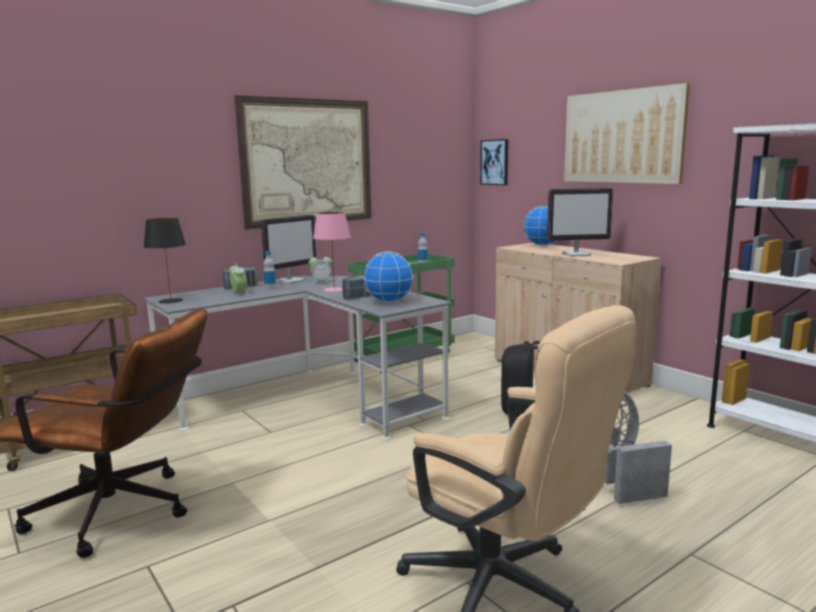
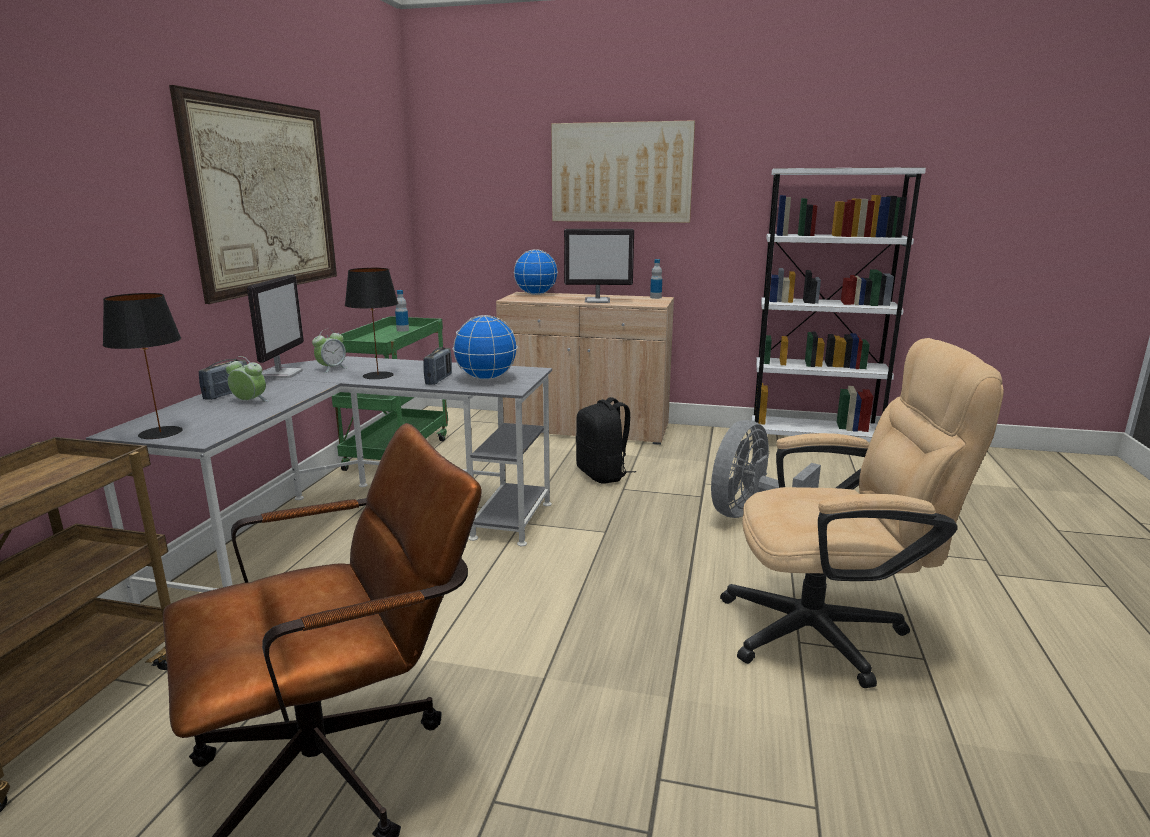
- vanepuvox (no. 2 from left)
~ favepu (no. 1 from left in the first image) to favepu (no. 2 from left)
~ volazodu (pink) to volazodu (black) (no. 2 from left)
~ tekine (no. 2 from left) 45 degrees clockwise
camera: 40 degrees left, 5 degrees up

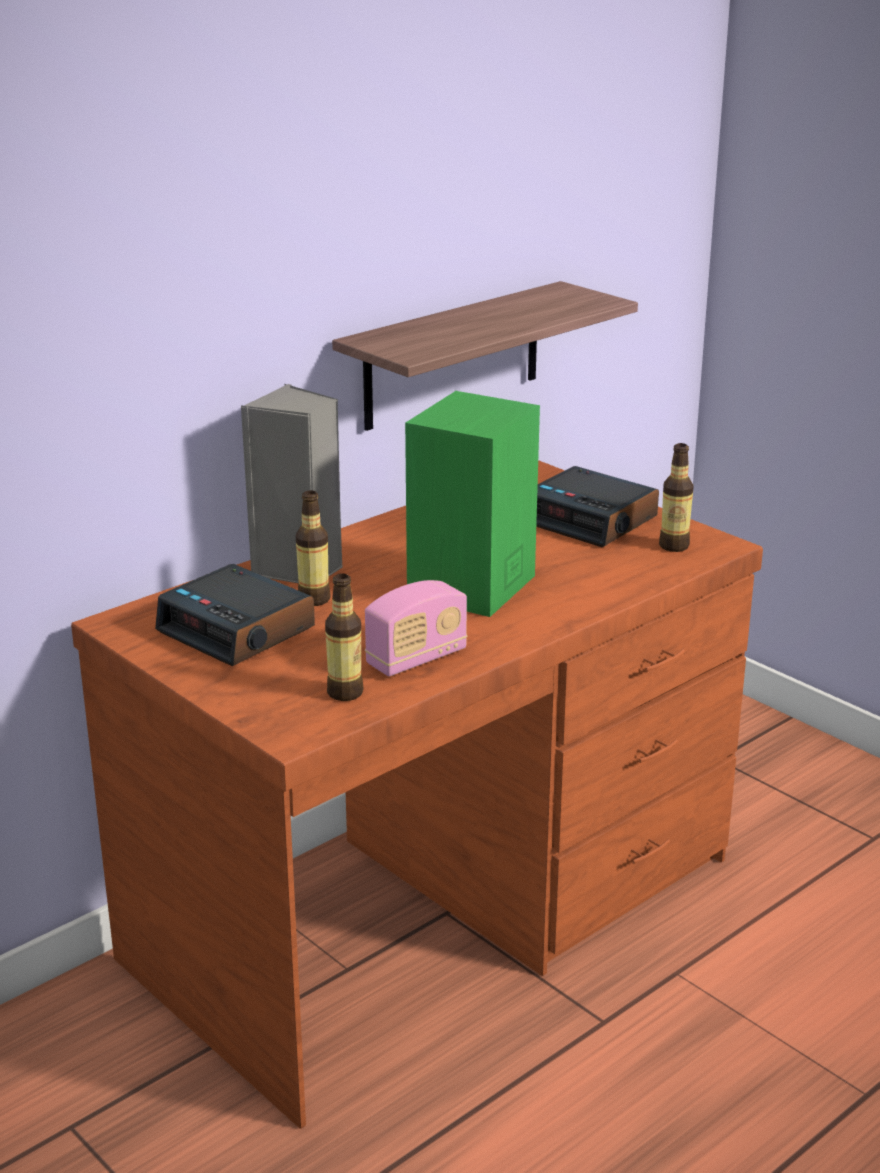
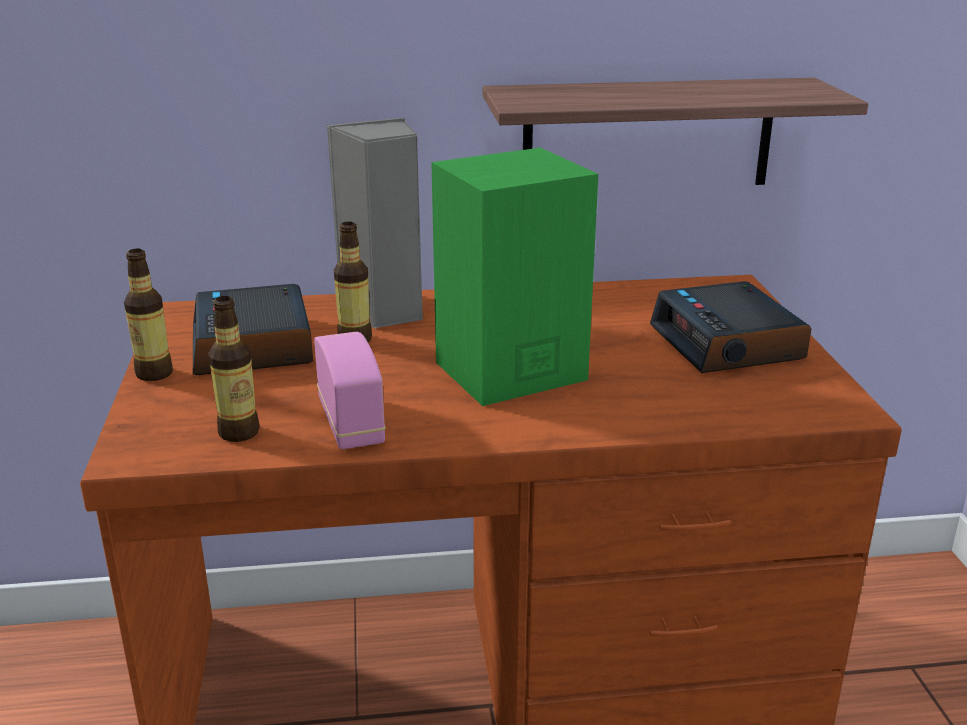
~ favepu (no. 3 from left in the first image) to favepu (no. 1 from left)
~ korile 105 degrees counterclockwise
camera: 35 degrees right, 0 degrees up

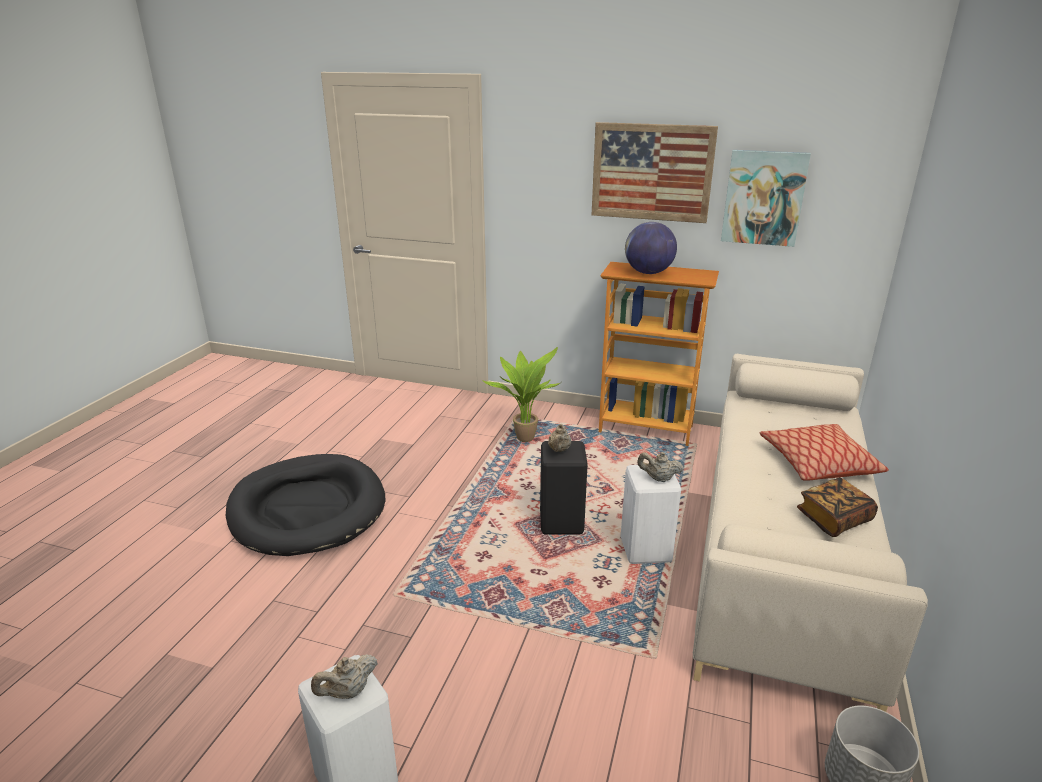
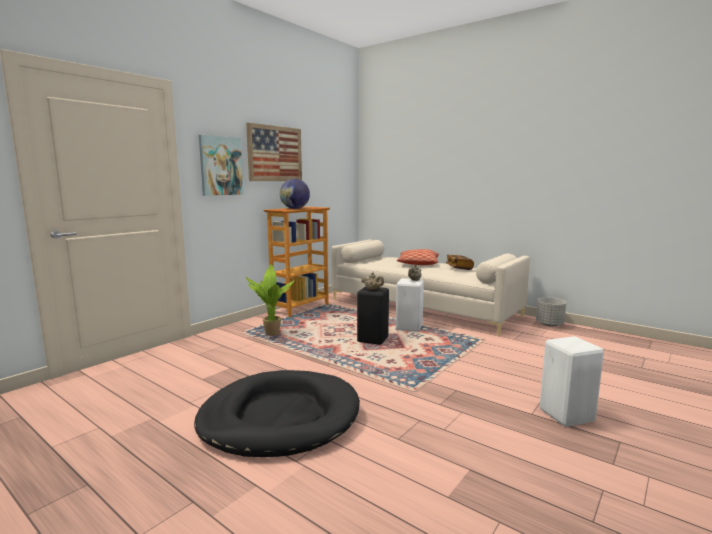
- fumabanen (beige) (no. 1 from left)
~ vanepuvox (no. 2 from left in the first image) to vanepuvox (no. 1 from left)
camera: 70 degrees left, 15 degrees down

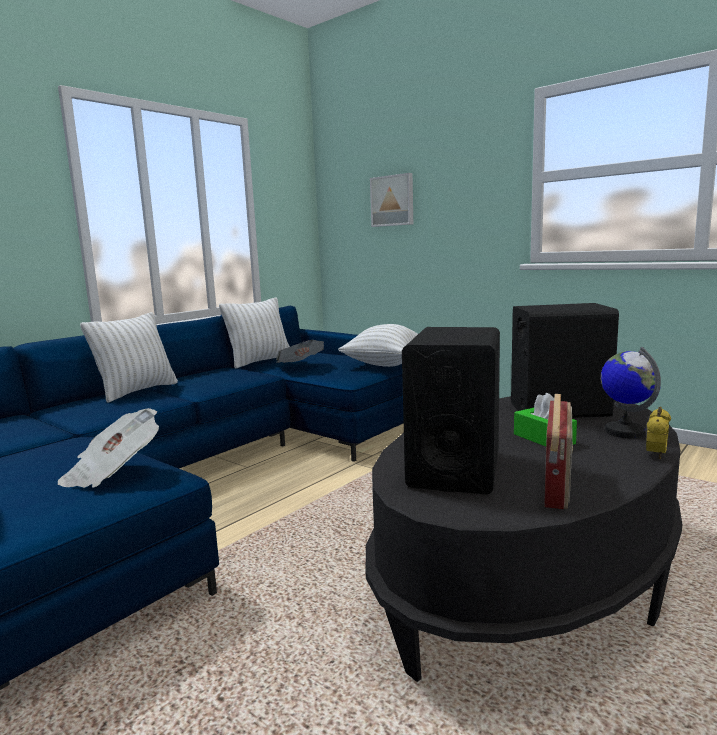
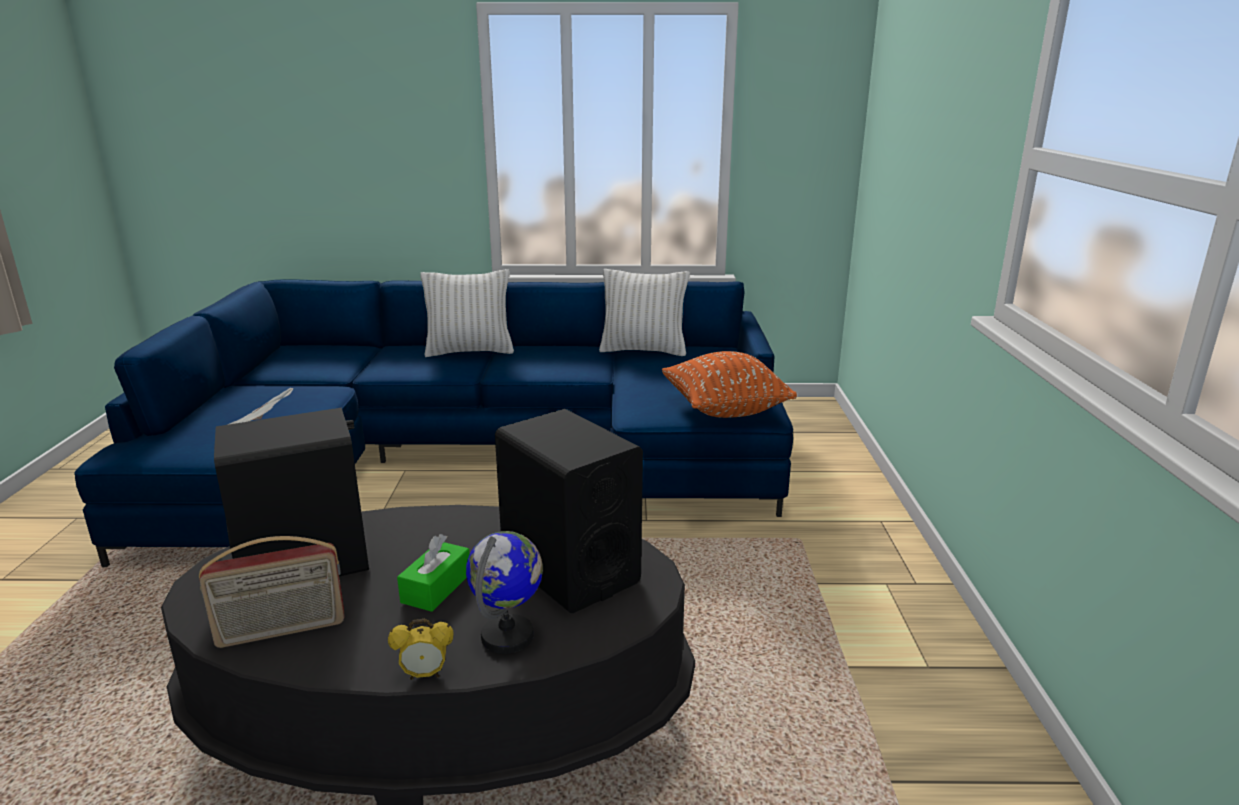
- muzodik (no. 2 from left)
- vanepuvox
~ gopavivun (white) (no. 3 from left) to gopavivun (orange)
camera: 50 degrees right, 10 degrees up

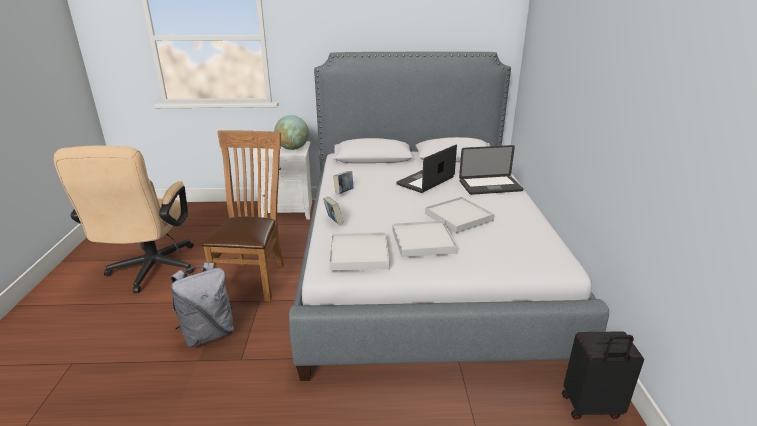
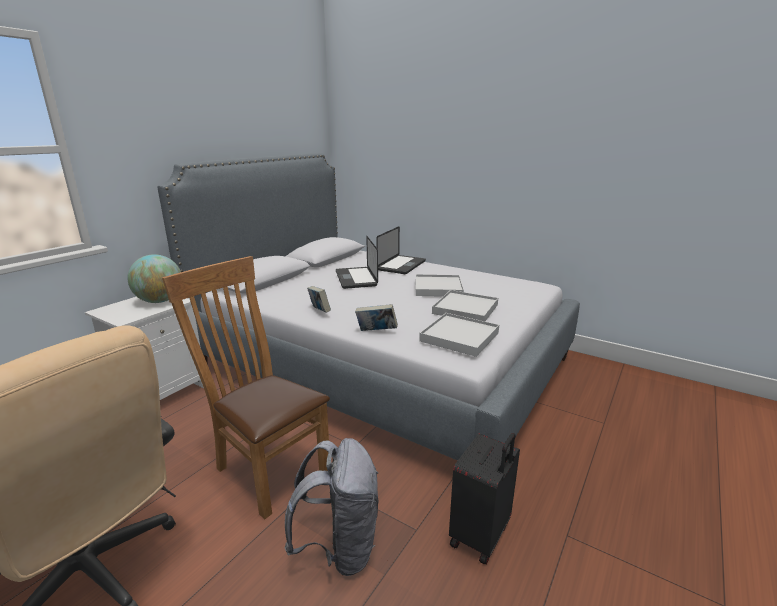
~ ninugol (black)
camera: 55 degrees left, 5 degrees down

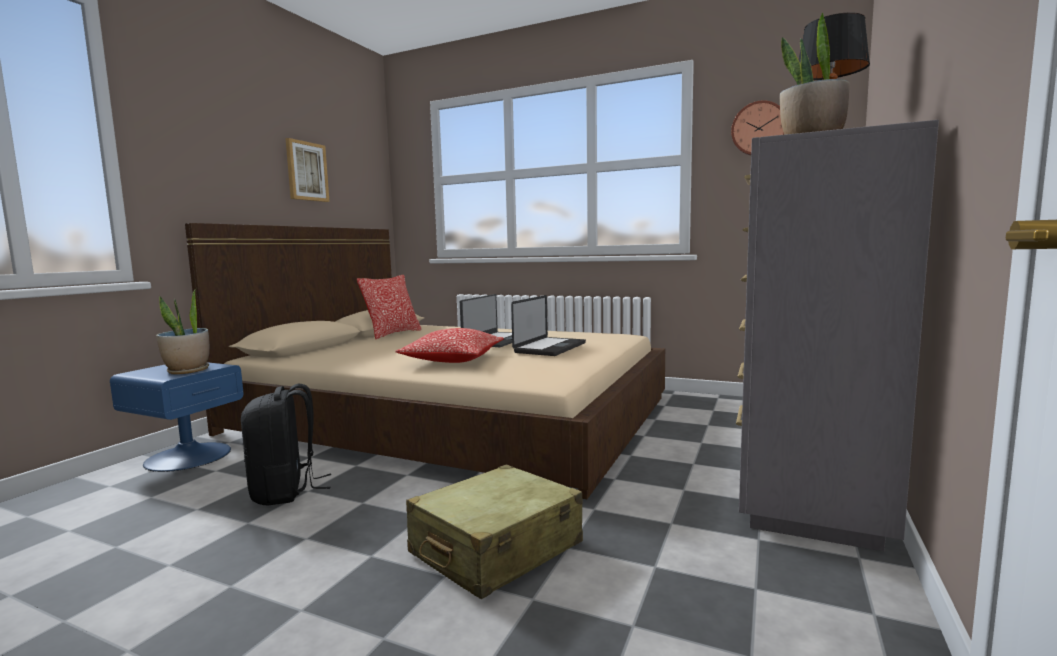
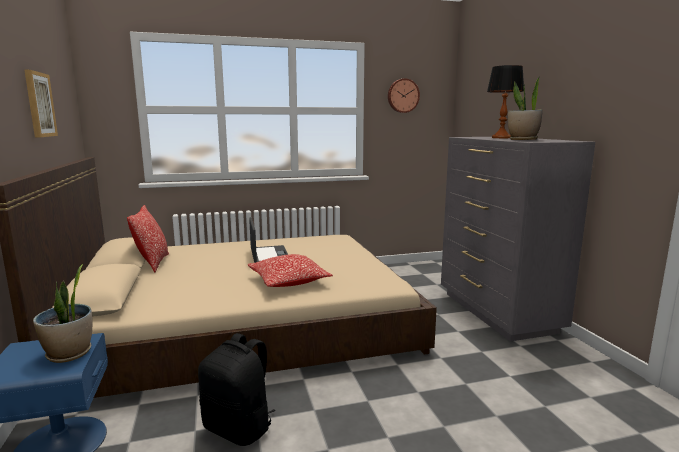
- ninugol (beige)
- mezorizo (no. 2 from left)
camera: 40 degrees left, 5 degrees up

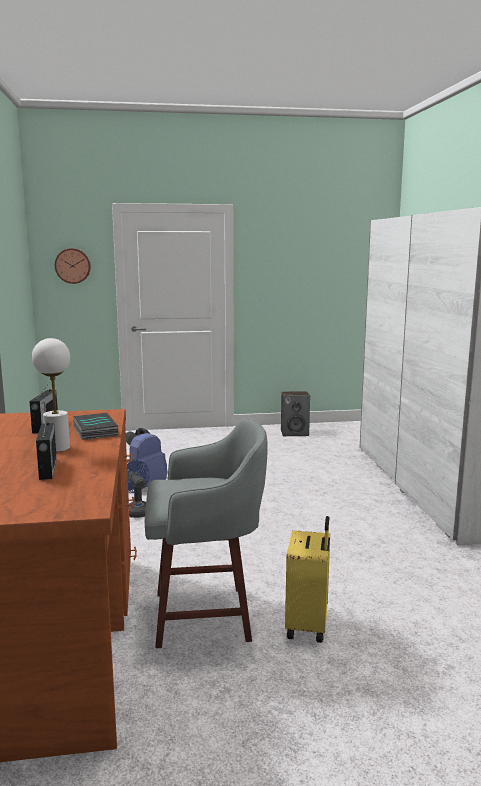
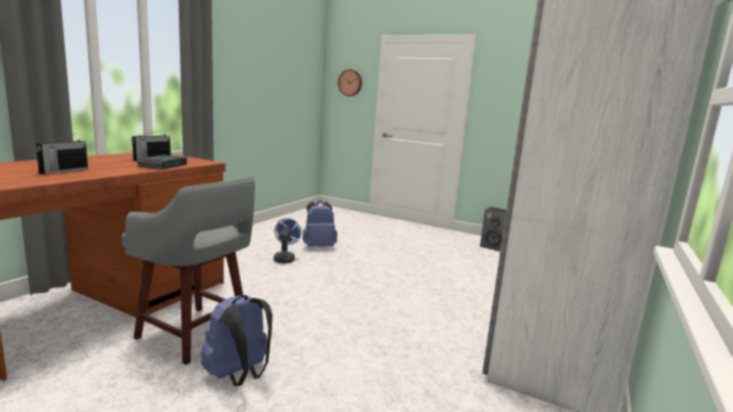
- volazodu (white)
~ ninugol (yellow) to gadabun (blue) (no. 1 from left)
camera: 35 degrees right, 0 degrees up

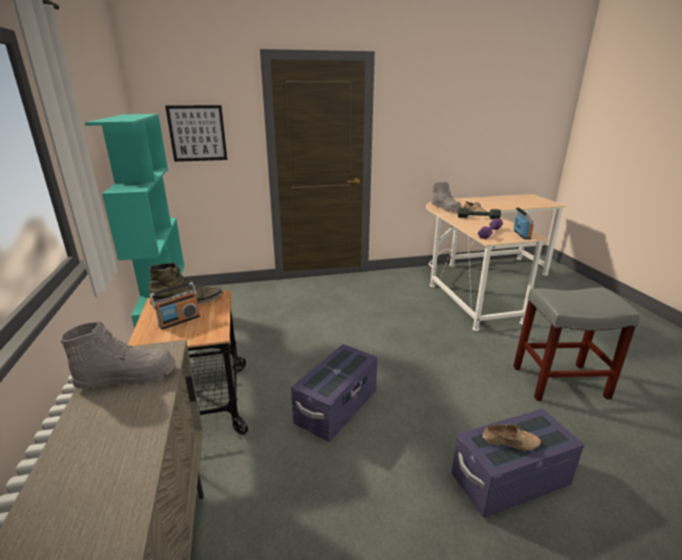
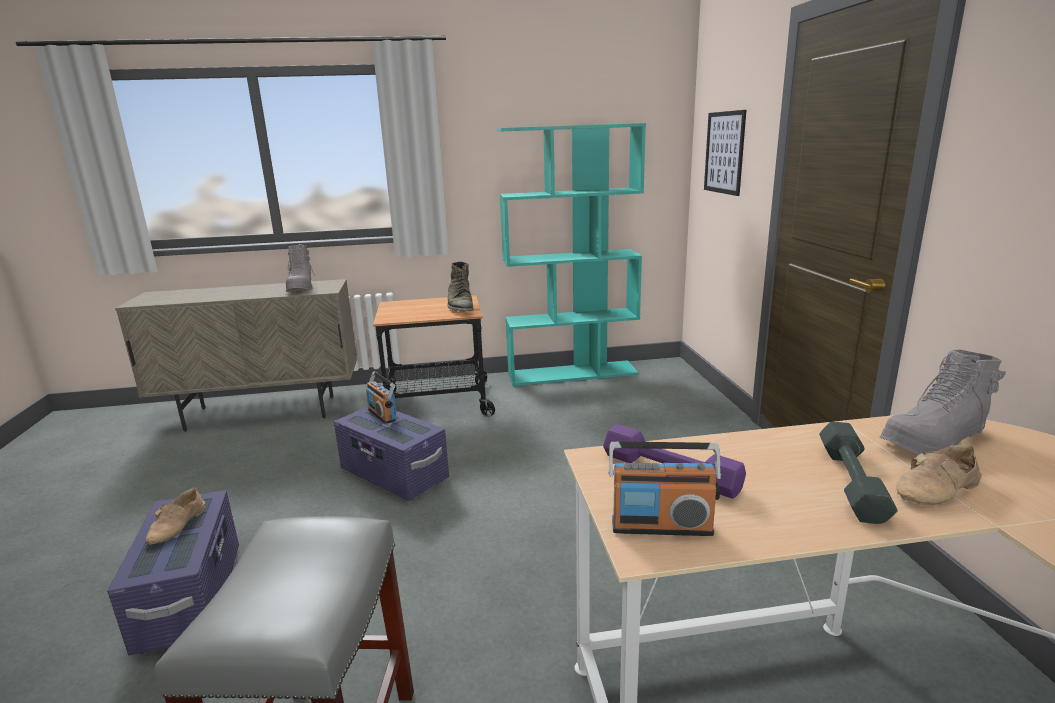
~ korile (no. 1 from left)
camera: 95 degrees right, 5 degrees down

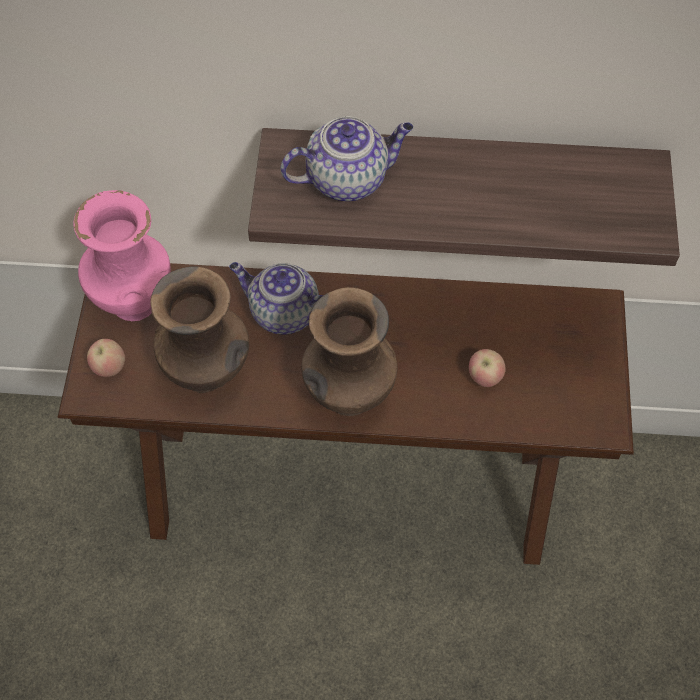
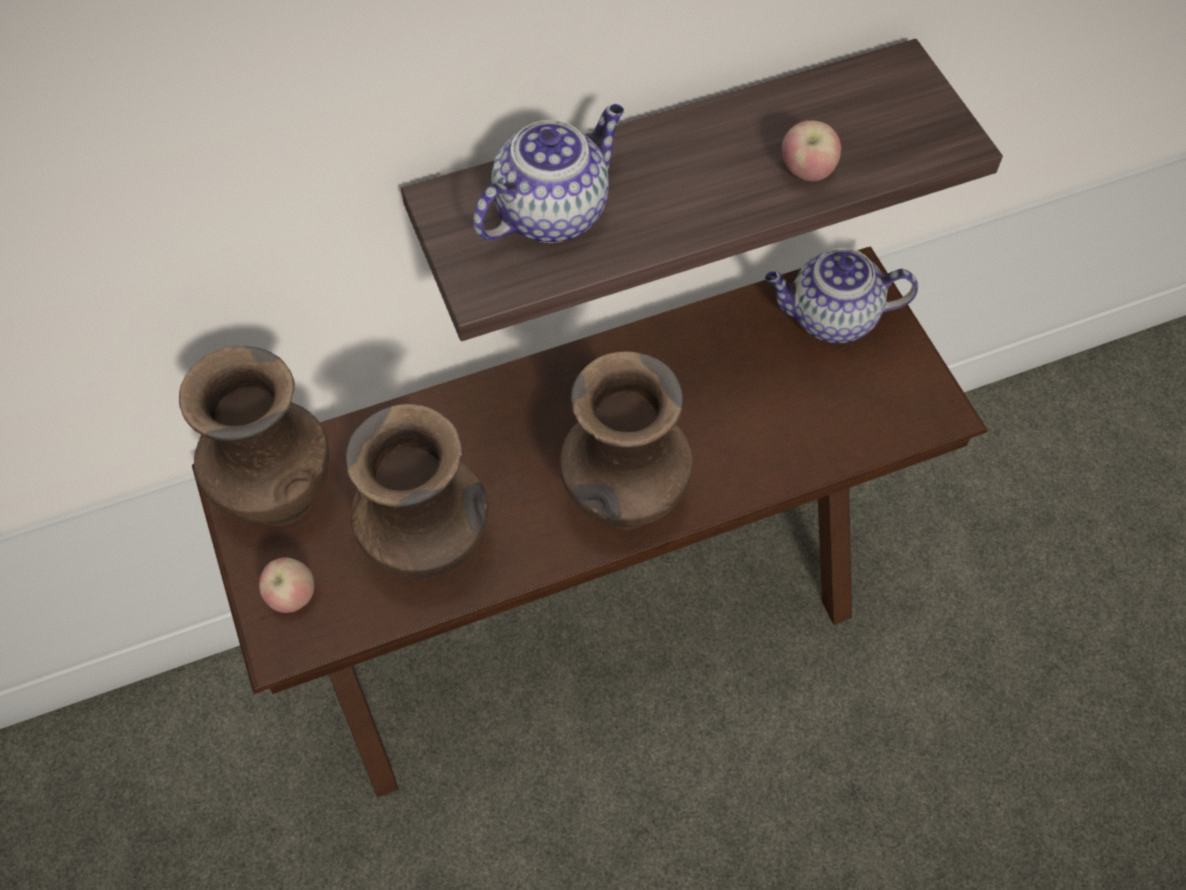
~ fumabanen (no. 1 from left in the first image) to fumabanen (no. 2 from left)
~ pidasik (no. 2 from left)
~ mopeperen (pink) to mopeperen (brown) (no. 1 from left)
camera: 25 degrees left, 0 degrees up

